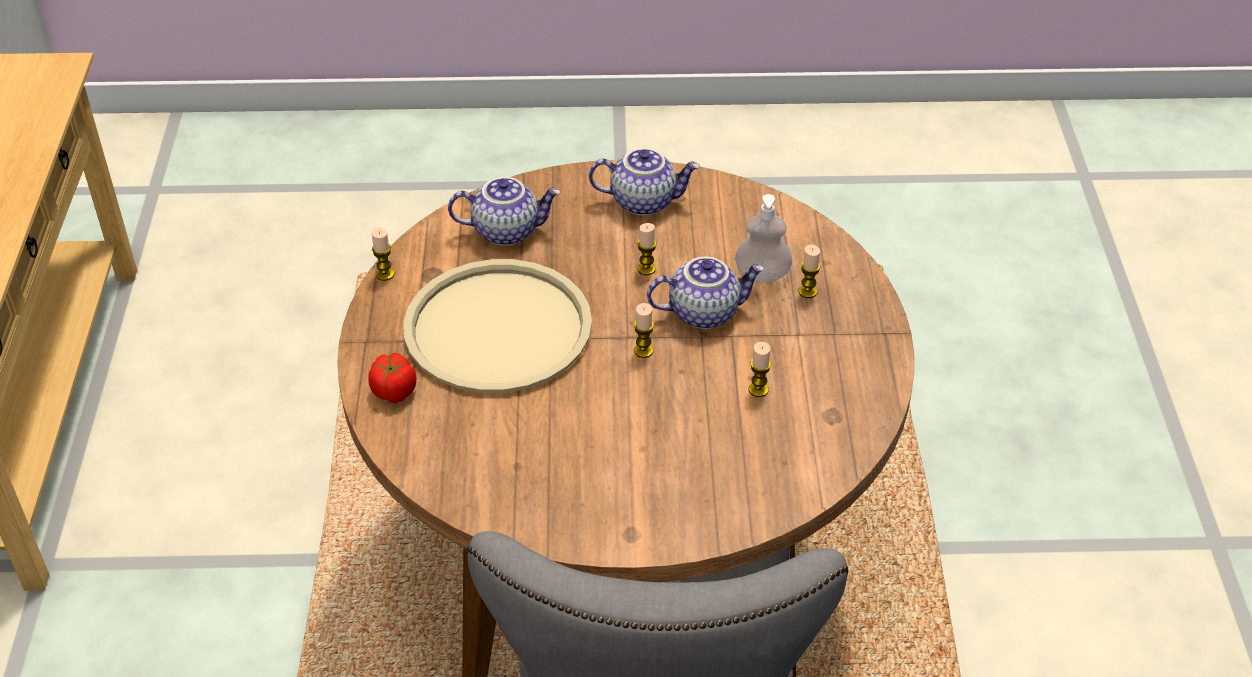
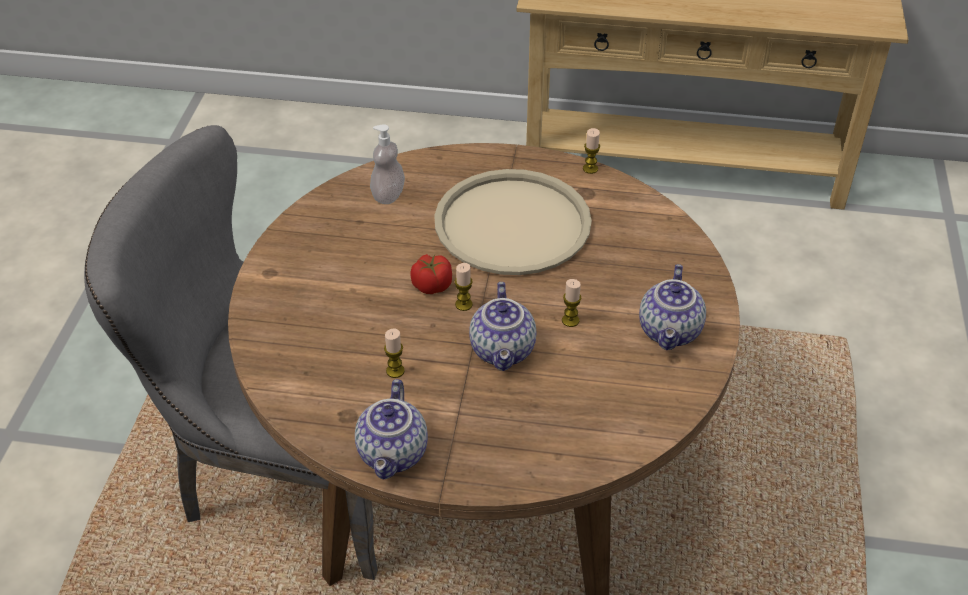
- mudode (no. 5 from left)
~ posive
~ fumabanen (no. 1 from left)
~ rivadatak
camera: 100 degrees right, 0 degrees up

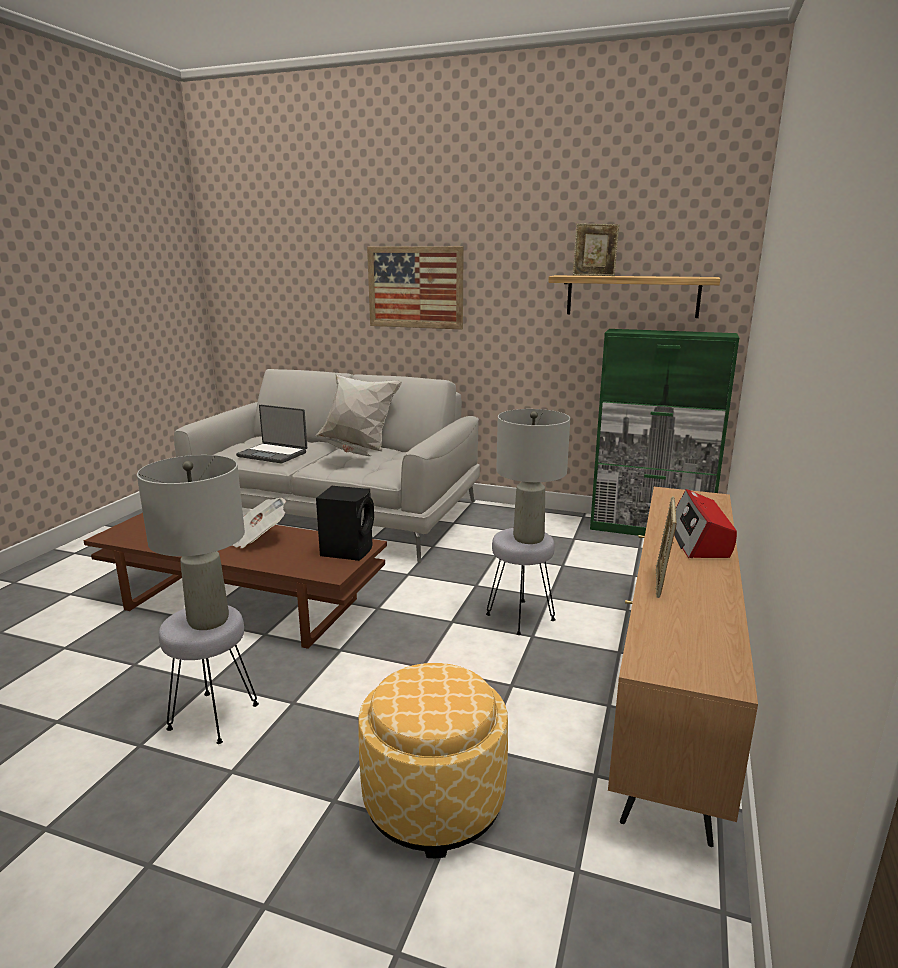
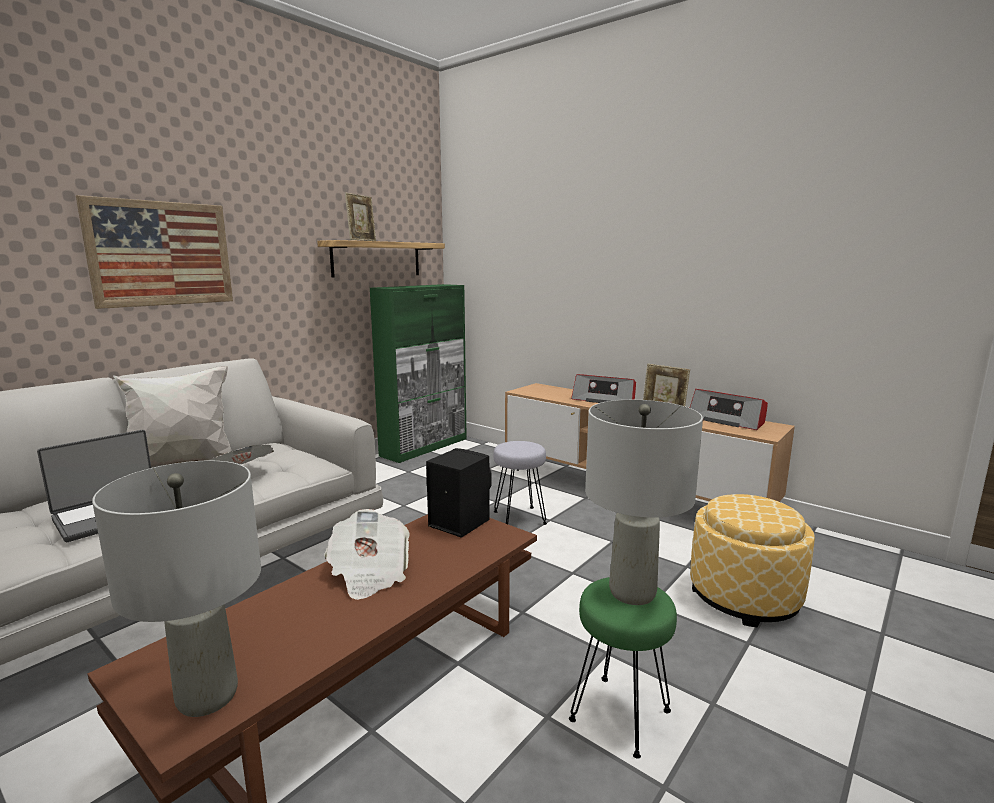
+ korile (no. 2 from left)
~ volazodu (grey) (no. 2 from left in the first image) to volazodu (grey) (no. 1 from left)
~ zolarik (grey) (no. 1 from left) to zolarik (green)
camera: 70 degrees left, 5 degrees down

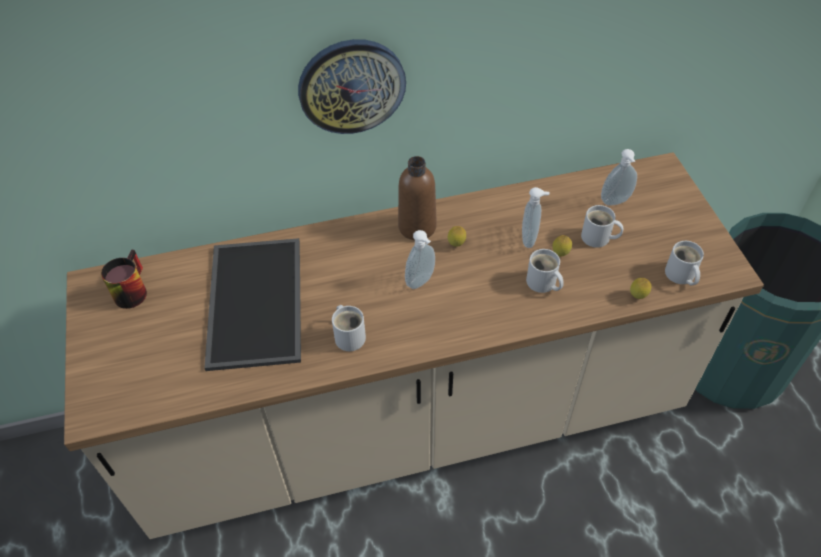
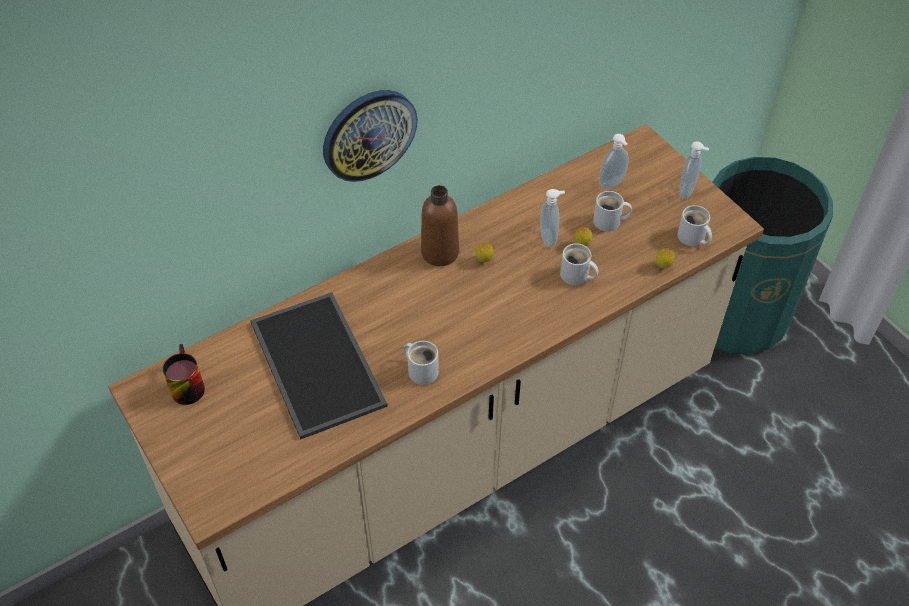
~ rivadatak (no. 1 from left in the first image) to rivadatak (no. 3 from left)
camera: 20 degrees left, 0 degrees up

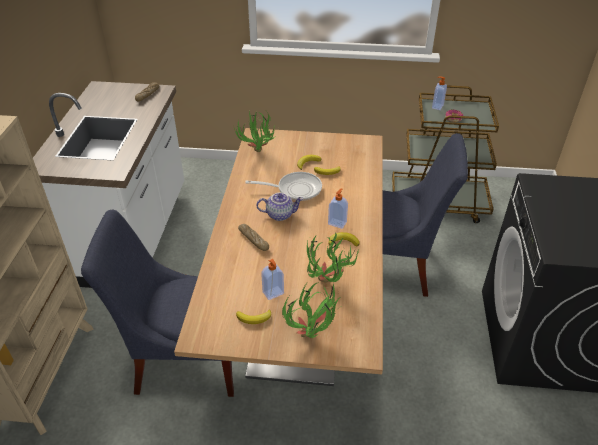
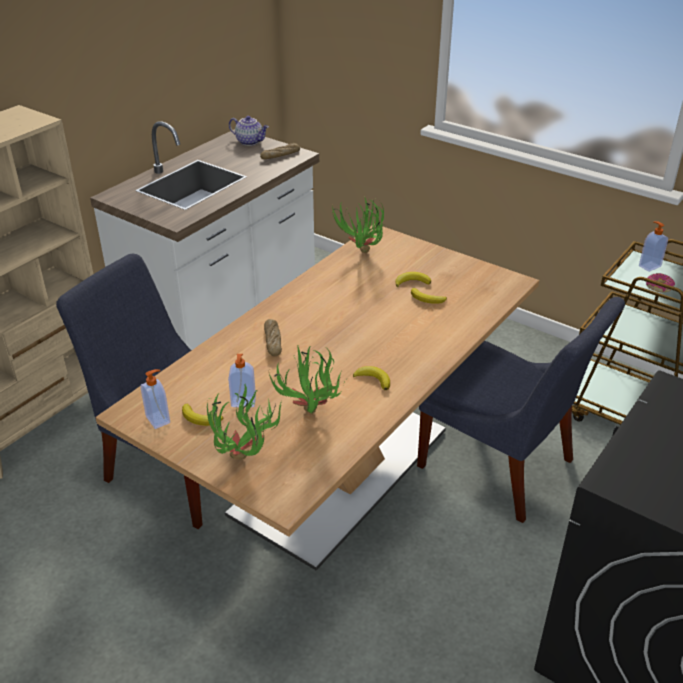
- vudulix
~ fumabanen
~ rivadatak (no. 2 from left in the first image) to rivadatak (no. 1 from left)
camera: 30 degrees right, 5 degrees down

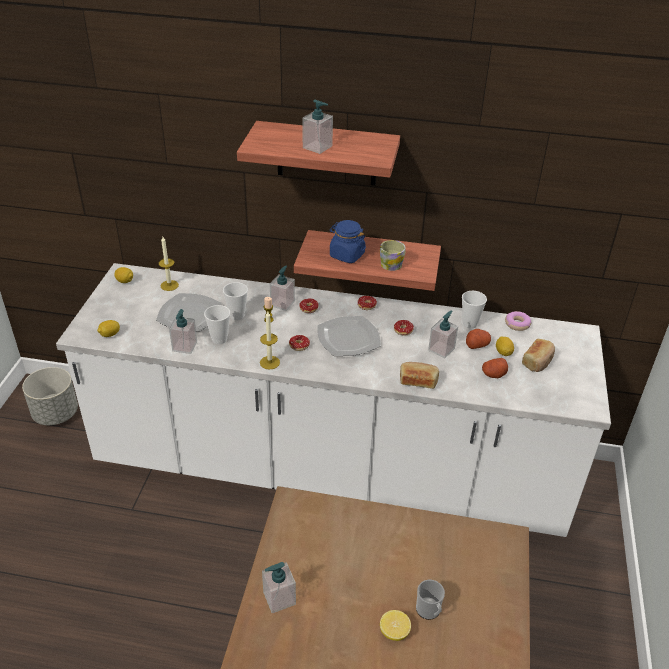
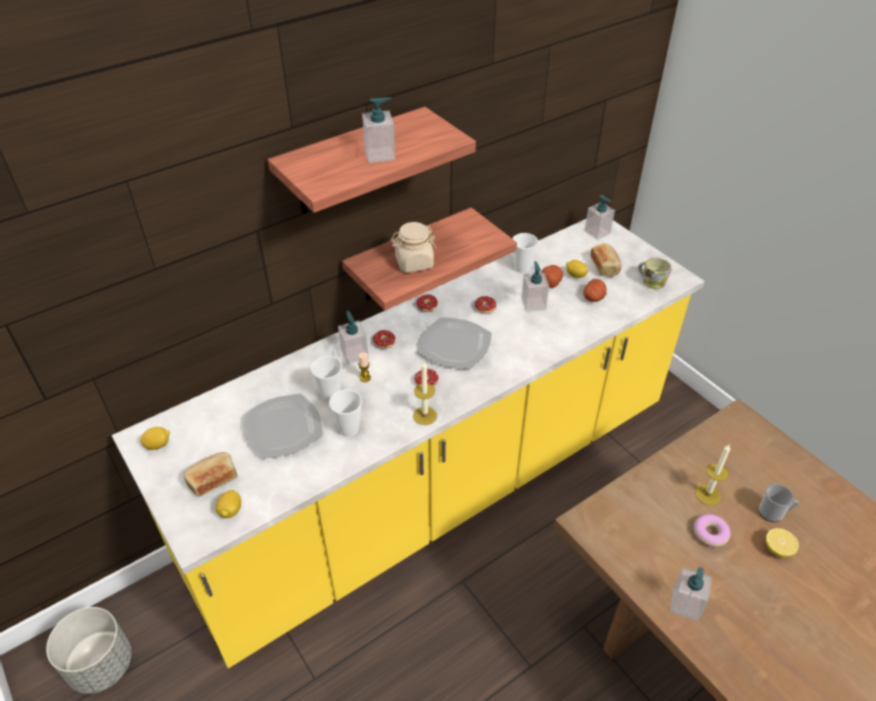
~ mudode (no. 1 from left in the first image) to mudode (no. 3 from left)
~ rivadatak (no. 1 from left in the first image) to rivadatak (no. 4 from left)
~ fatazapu (no. 1 from left)
~ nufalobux (no. 1 from left)
~ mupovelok (no. 5 from left)
~ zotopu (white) to zotopu (yellow)
~ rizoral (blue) to rizoral (beige)
camera: 45 degrees left, 5 degrees up

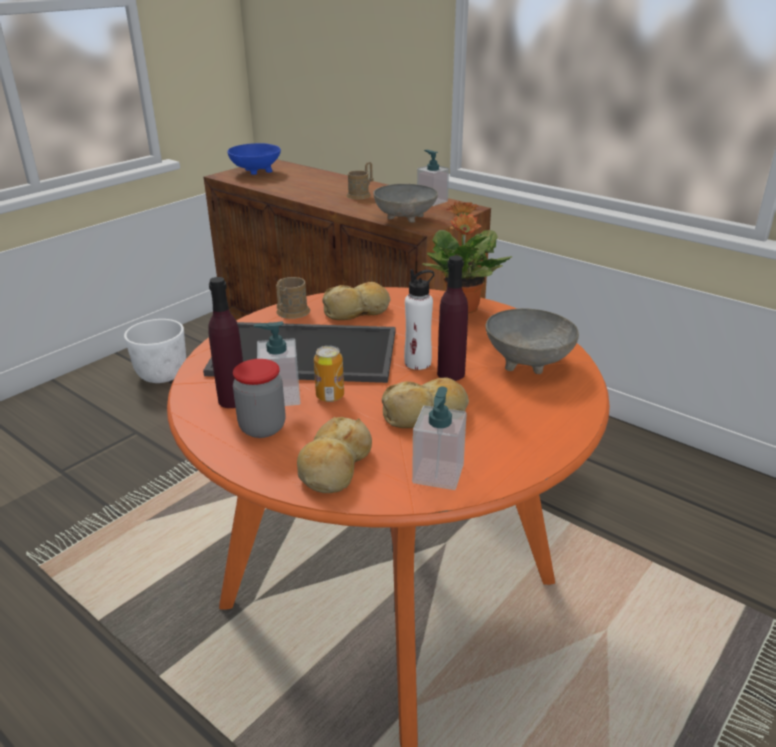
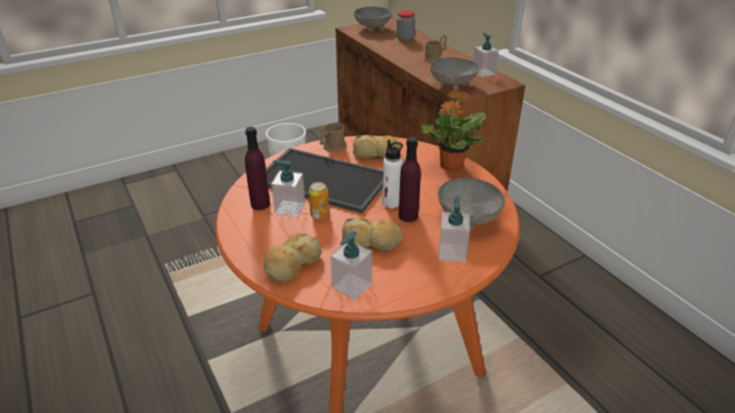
+ rivadatak (no. 3 from left)
~ rizoral
~ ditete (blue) to ditete (grey) (no. 1 from left)
camera: 20 degrees right, 5 degrees up

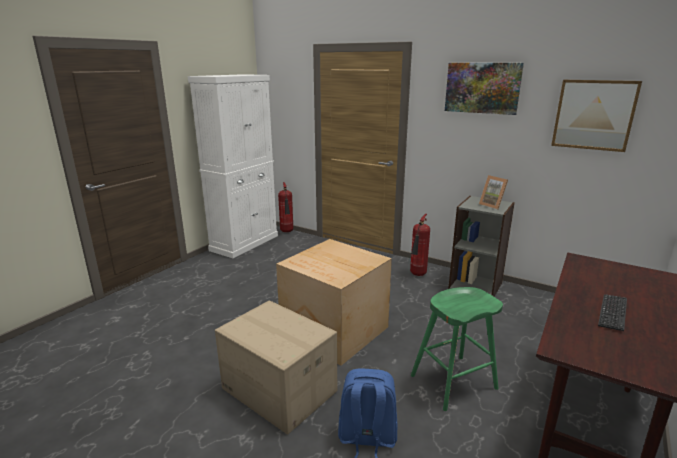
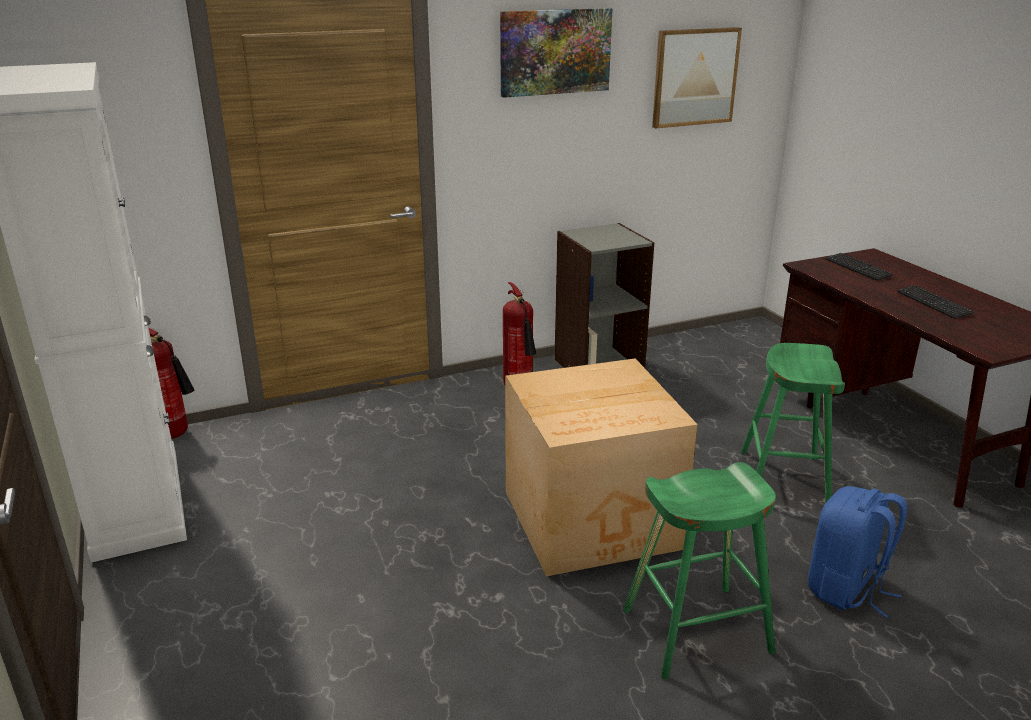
- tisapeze
+ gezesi (no. 1 from left)
~ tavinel (no. 1 from left) to zolarik (green) (no. 1 from left)
camera: 55 degrees left, 5 degrees up

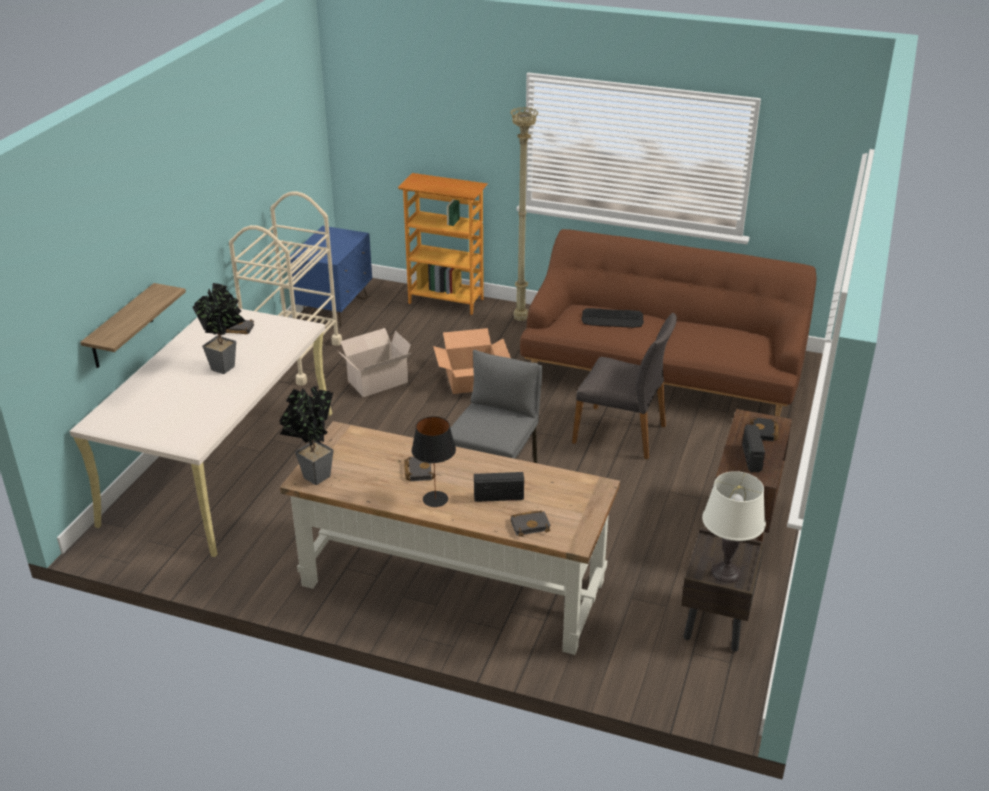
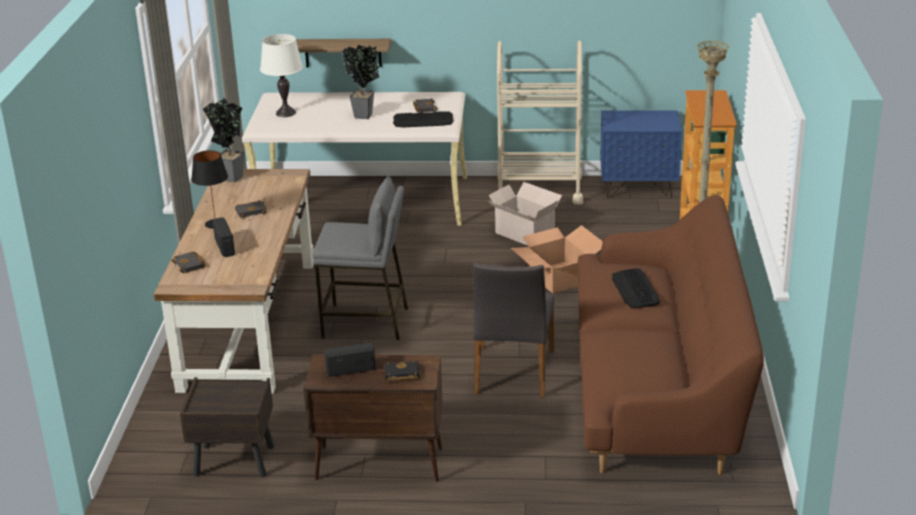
+ gezesi (no. 1 from left)
~ volazodu (white)
camera: 75 degrees right, 5 degrees down

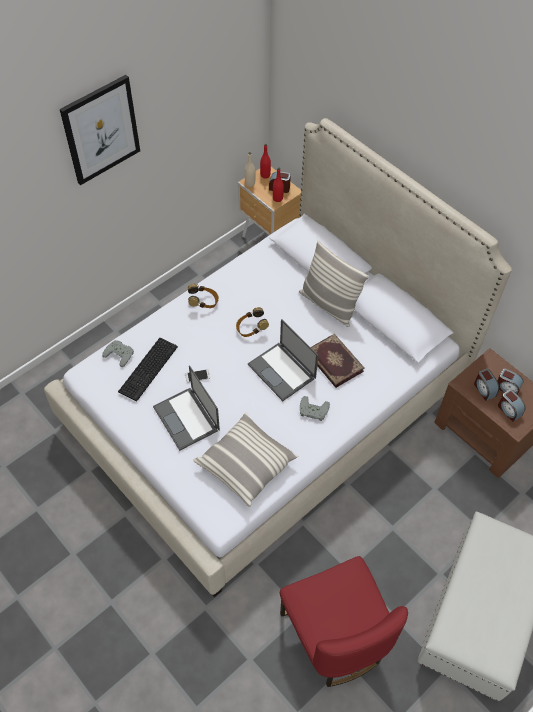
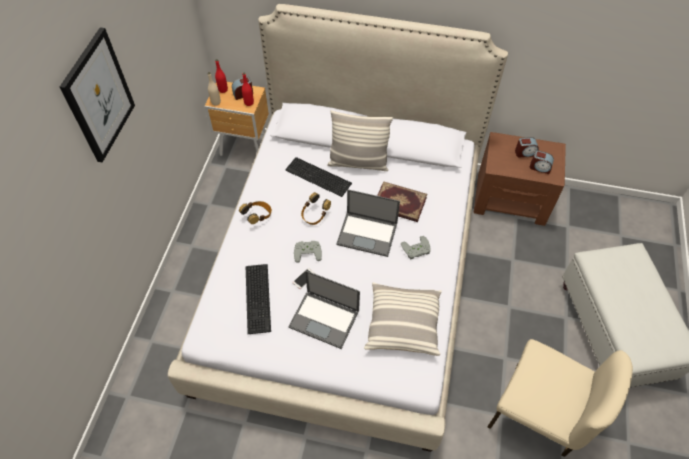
- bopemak (no. 2 from left)
+ gezesi (no. 2 from left)
~ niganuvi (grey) (no. 1 from left)
~ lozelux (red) to lozelux (beige)
camera: 35 degrees left, 0 degrees up

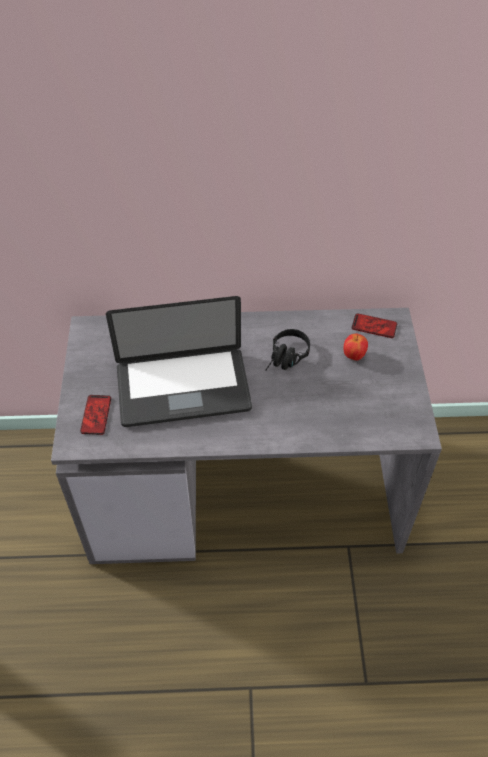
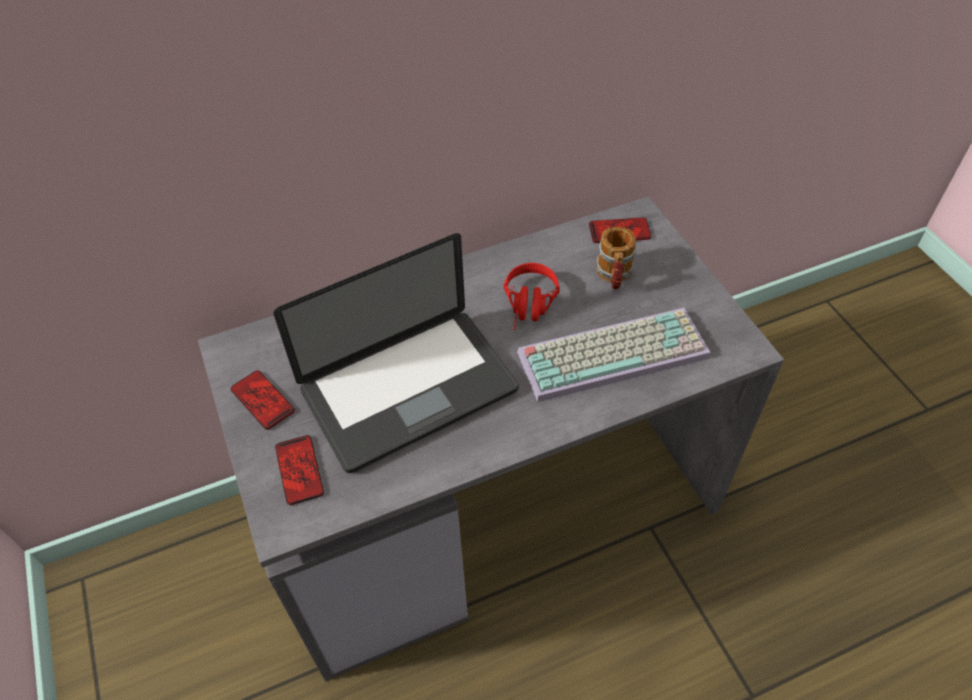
+ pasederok (no. 1 from left)
+ gezesi
~ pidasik to fatazapu
~ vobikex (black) to vobikex (red)
camera: 20 degrees left, 0 degrees up

